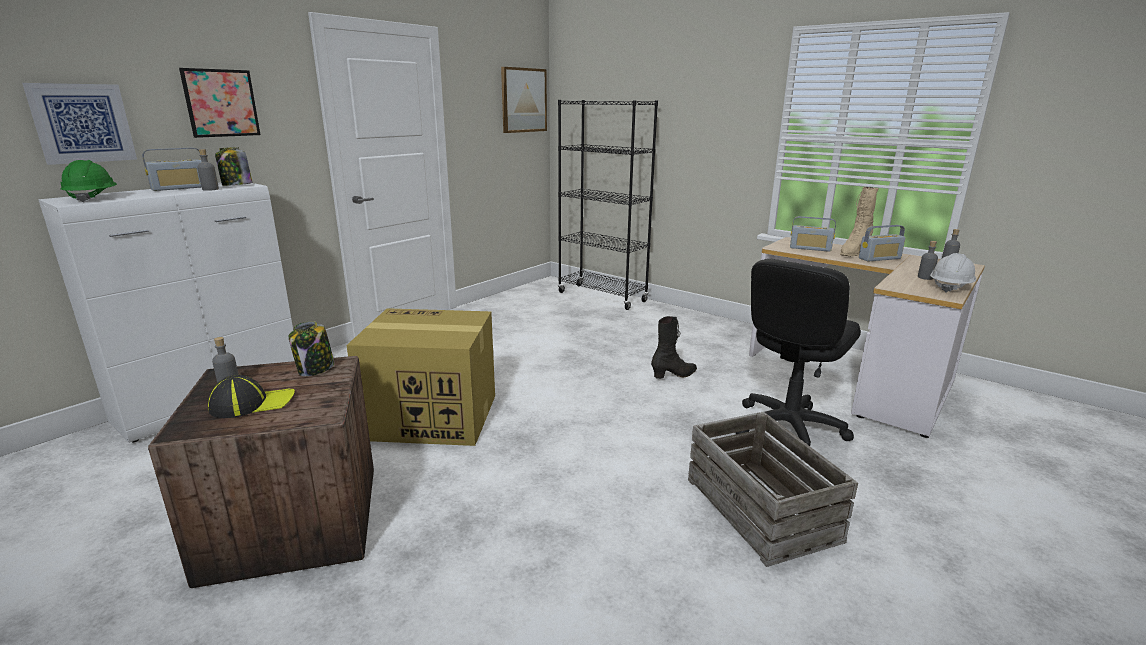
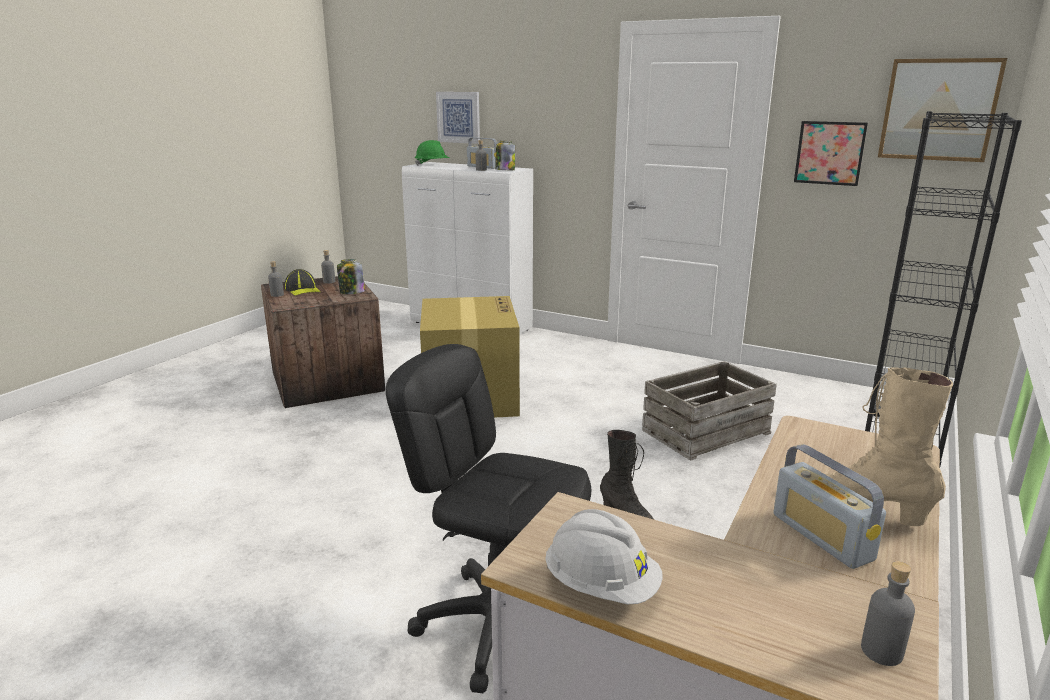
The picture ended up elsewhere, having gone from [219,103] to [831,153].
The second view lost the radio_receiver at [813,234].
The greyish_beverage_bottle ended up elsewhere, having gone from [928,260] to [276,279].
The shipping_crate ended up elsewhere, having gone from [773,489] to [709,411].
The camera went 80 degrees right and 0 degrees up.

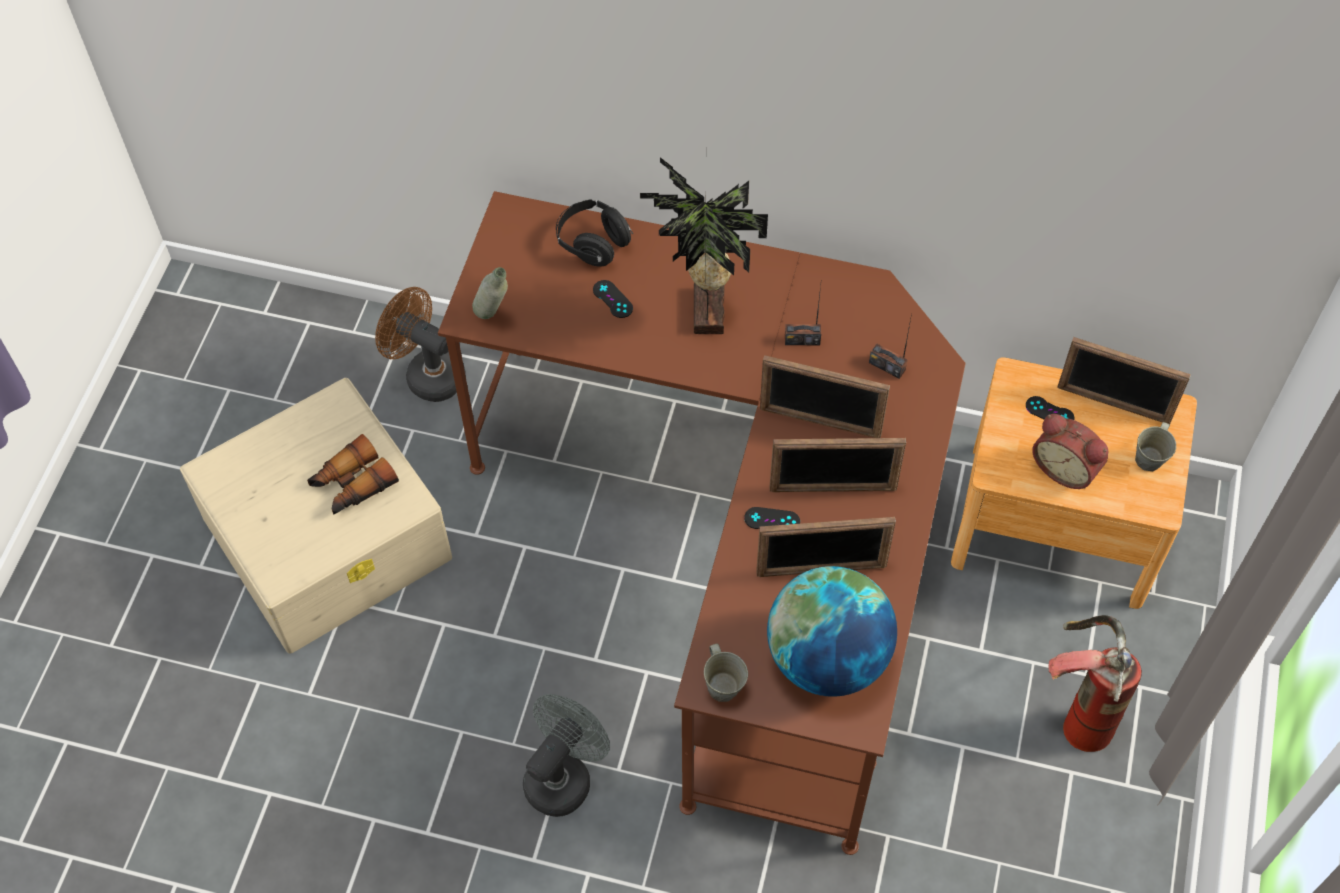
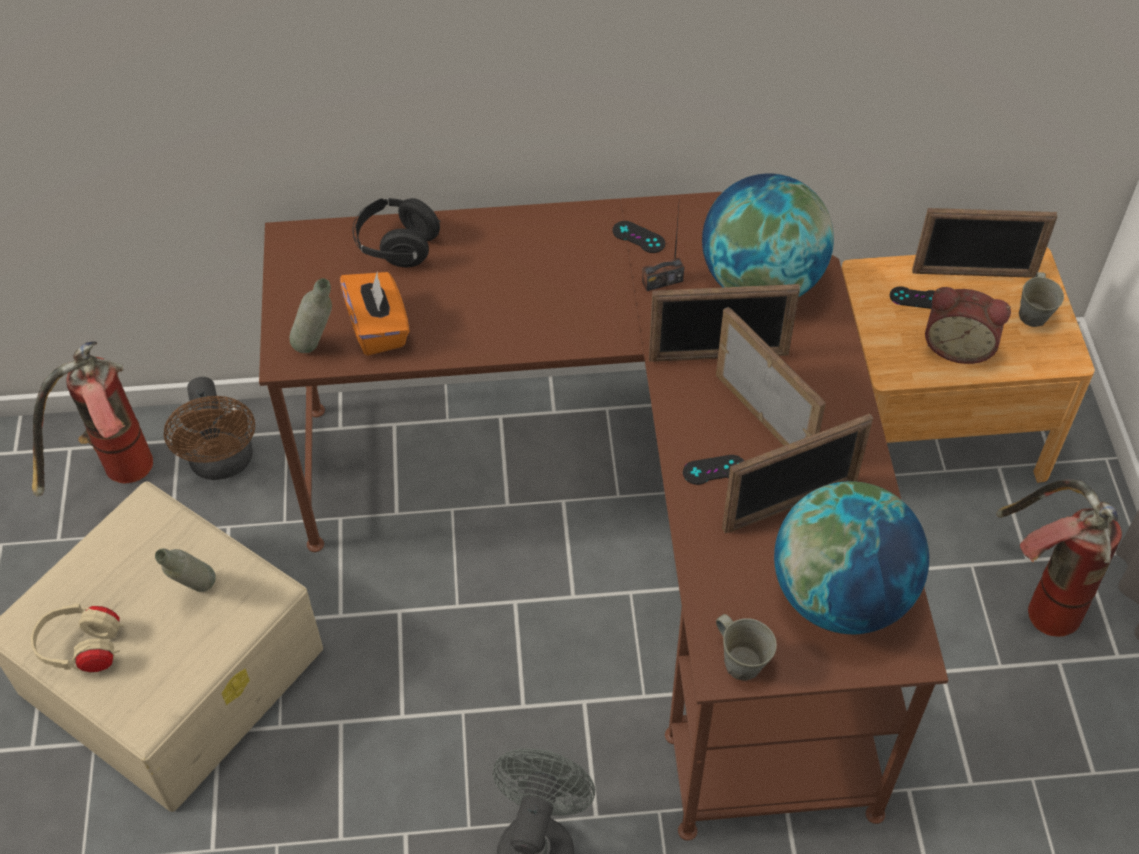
The second view lost the potted_plant at [704,245].
The black_game_controller ended up elsewhere, having gone from [613,299] to [639,237].
The brown_electric_fan at [420,344] ended up facing another way, 120 degrees counterclockwise from before.
Where the radio_receiver stood at [890,346], the desk_globe came to stand at [768,235].
Where the binoculars stood at [353,474], the greyish_beverage_bottle came to stand at [185,570].
The standing_frame at [838,465] ended up facing another way, 105 degrees counterclockwise from before.
The second view gained the orange_tissue_box at [374,314].
The second view gained the fire_extinguisher at [92,418].
The second view gained the beige_headset at [77,638].
The camera went 20 degrees left and 5 degrees down.

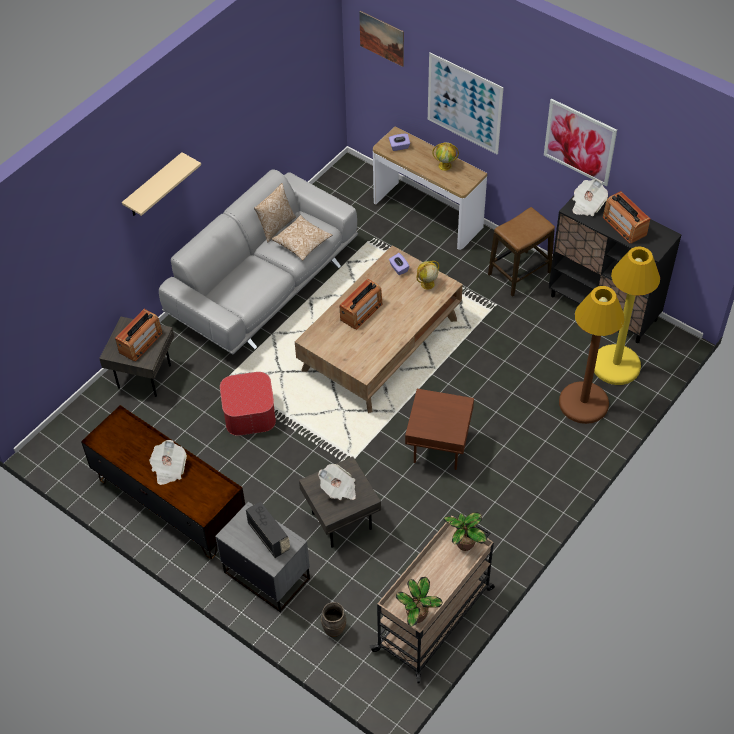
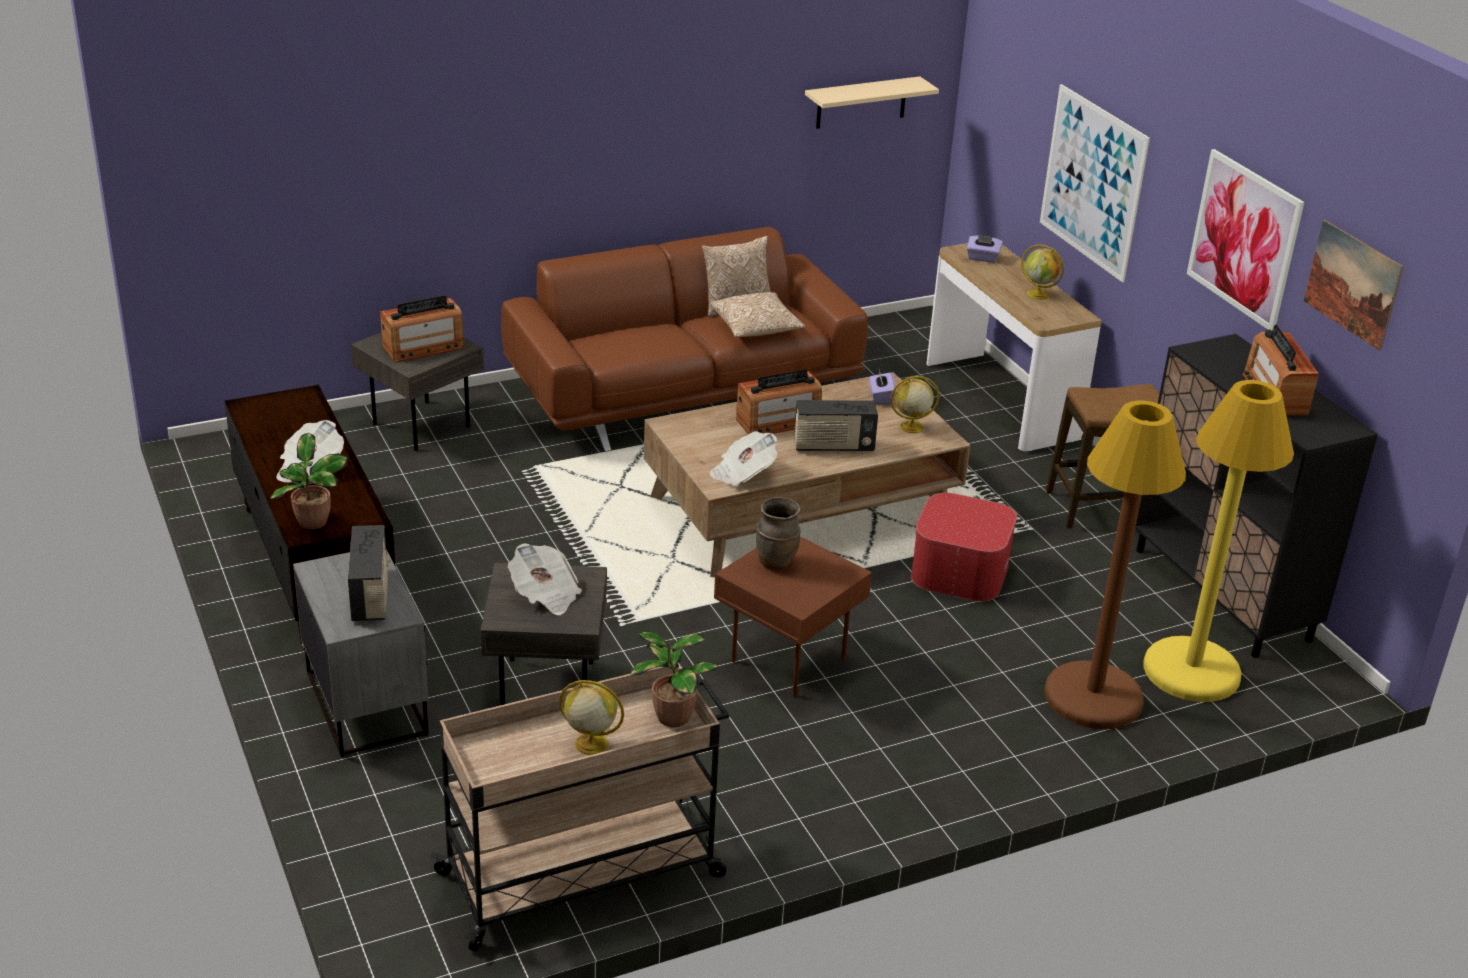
The picture ended up elsewhere, having gone from [381,39] to [1354,285].
The beige_wall_shelf ended up elsewhere, having gone from [161,184] to [872,102].
What was the greyish_settee at [258,262] turned into the brown_settee at [684,339].
The newspaper ended up elsewhere, having gone from [590,197] to [743,459].
The pouffe ended up elsewhere, having gone from [248,404] to [964,547].
The potted_plant ended up elsewhere, having gone from [419,602] to [309,481].
The brown_vase ended up elsewhere, having gone from [333,619] to [778,533].
The second view gained the radio_receiver at [836,426].
The second view gained the desk_globe at [591,717].
The camera went 25 degrees right and 20 degrees down.

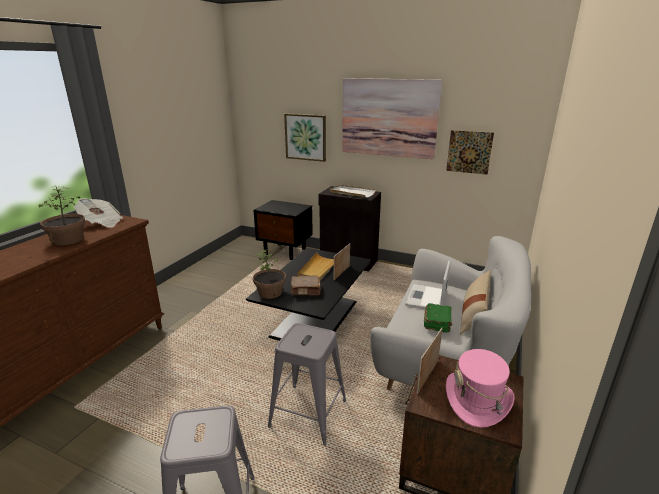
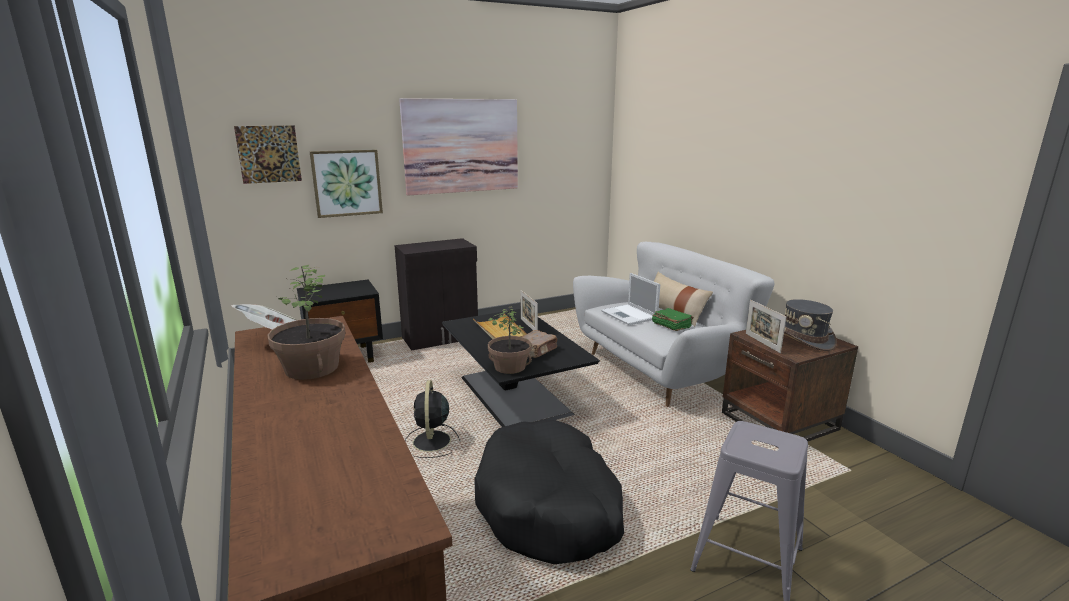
The picture ended up elsewhere, having gone from [470,152] to [268,155].
The second view lost the white_tray at [353,191].
The second view lost the greyish_stool at [307,384].
What was the pink_wearable_hat at [480,388] turned into the greyish_wearable_hat at [810,325].
The second view gained the black_electric_fan at [432,419].
The second view gained the black_dog_bed at [549,491].
The camera went 50 degrees left and 5 degrees down.

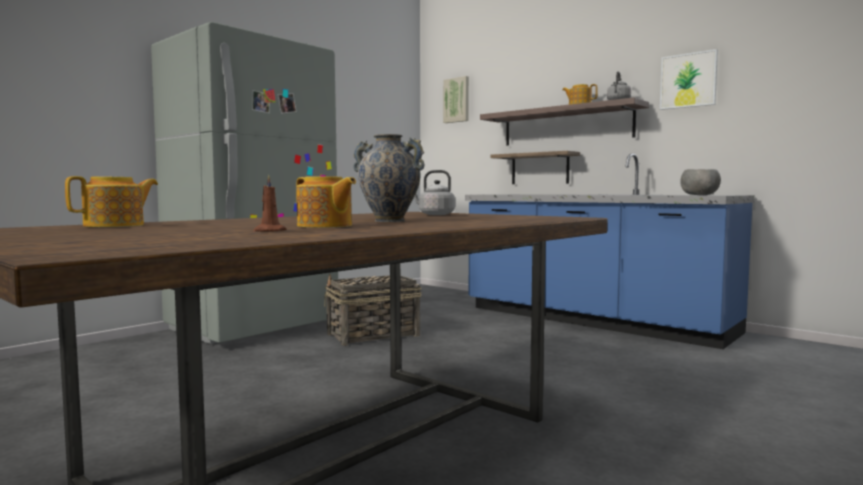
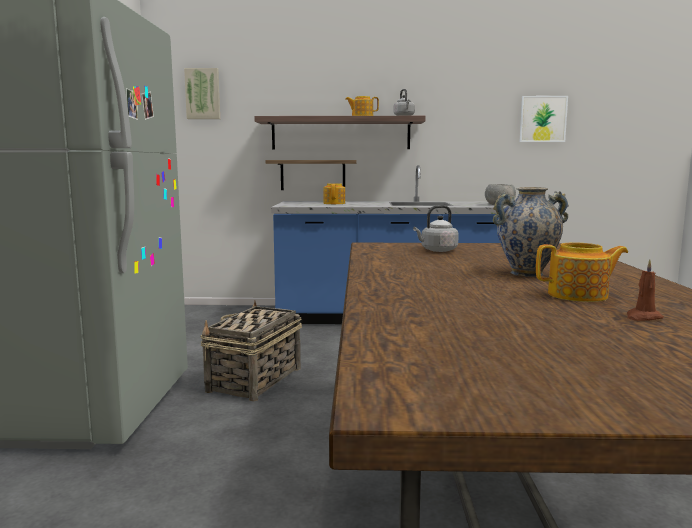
The picture ended up elsewhere, having gone from [689,79] to [544,119].
The pot_for_tea ended up elsewhere, having gone from [111,201] to [334,193].
The camera went 40 degrees left and 5 degrees up.

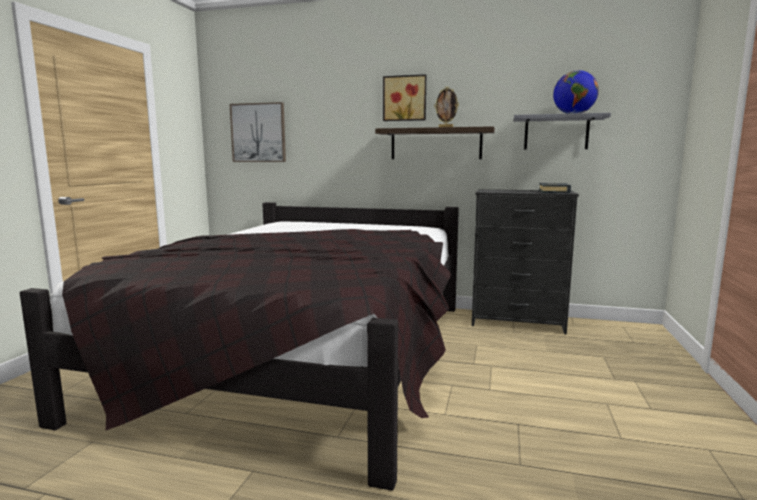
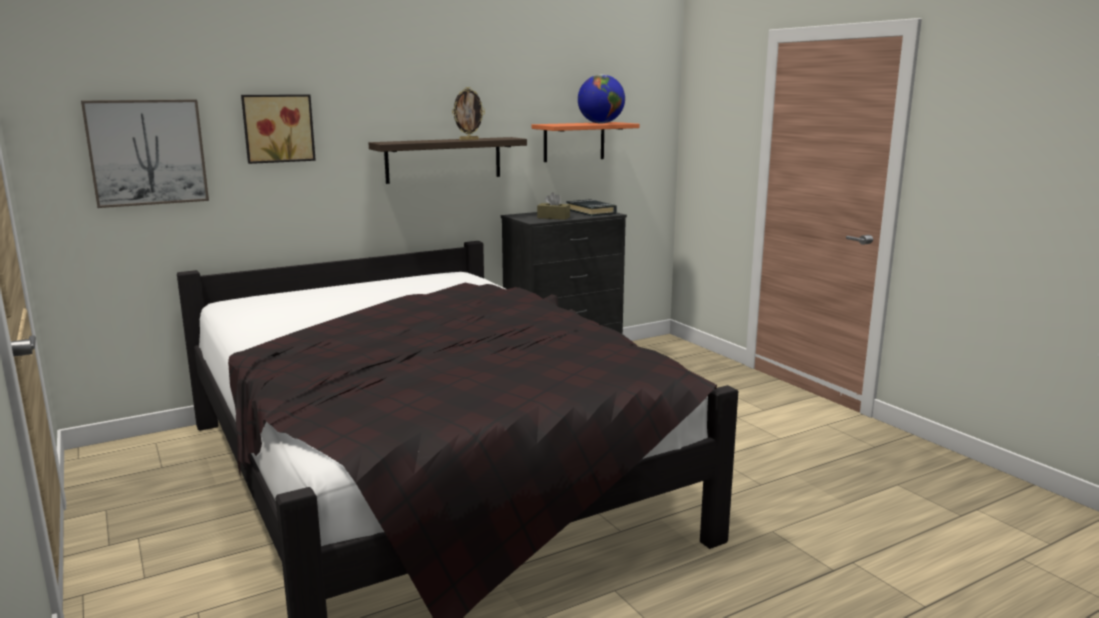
The picture ended up elsewhere, having gone from [404,97] to [278,129].
What was the greyish_wall_shelf at [562,131] turned into the orange_wall_shelf at [585,142].
The second view gained the brown_tissue_box at [553,206].
The camera went 45 degrees left and 5 degrees up.

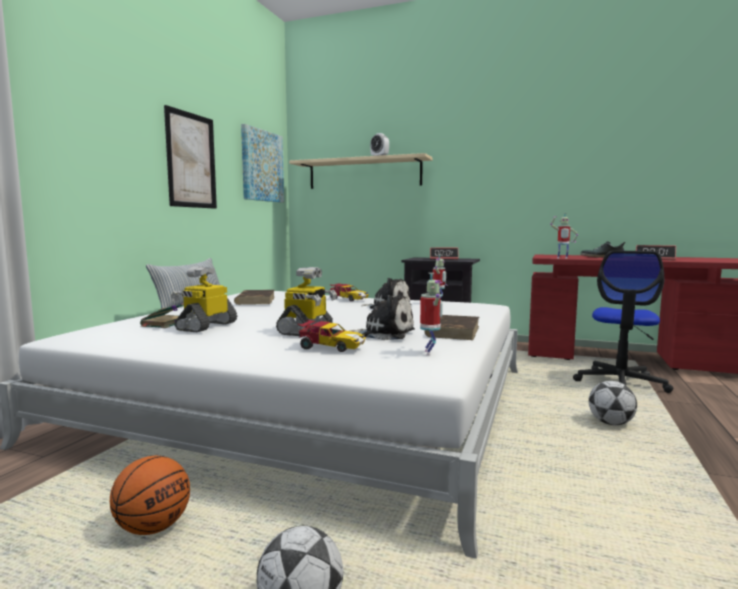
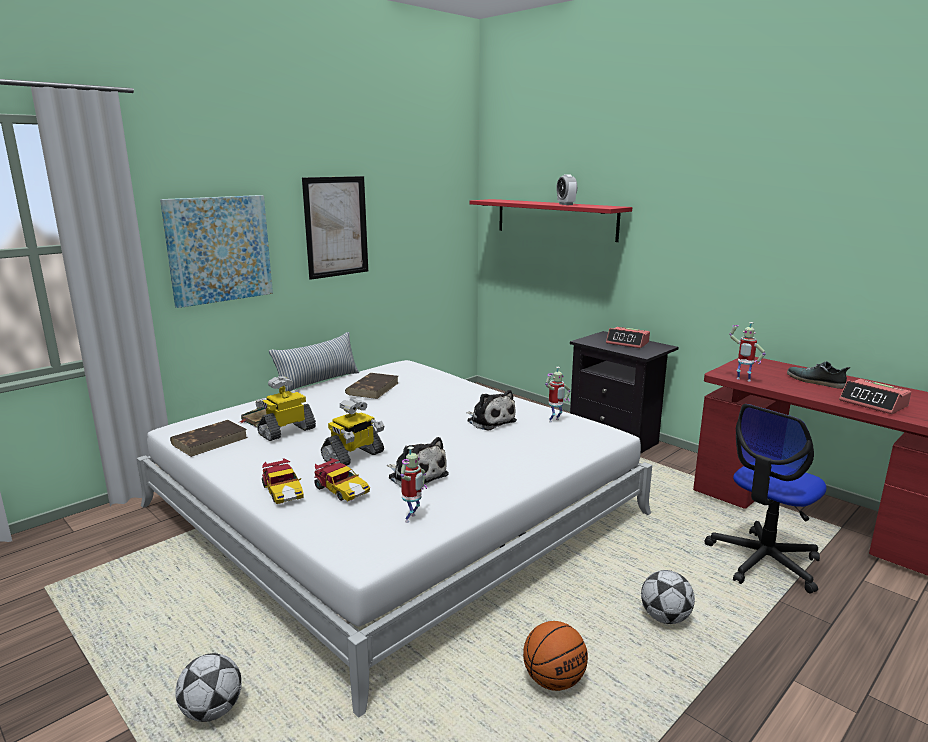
The picture ended up elsewhere, having gone from [262,163] to [216,251].
What was the beige_wall_shelf at [361,171] turned into the reddish_wall_shelf at [551,220].
The model_car ended up elsewhere, having gone from [349,292] to [283,481].
The brown_book ended up elsewhere, having gone from [452,327] to [208,438].
The basketball_ball ended up elsewhere, having gone from [150,495] to [555,656].
The camera went 25 degrees right and 10 degrees up.

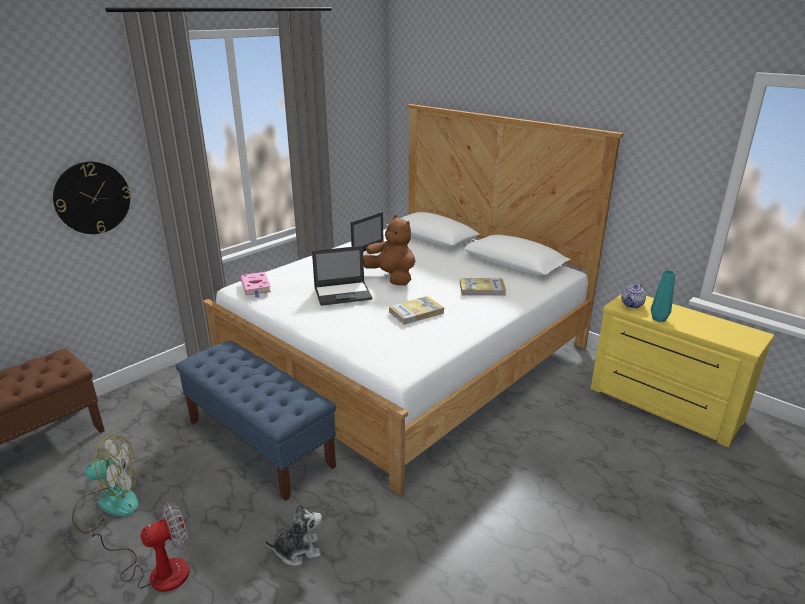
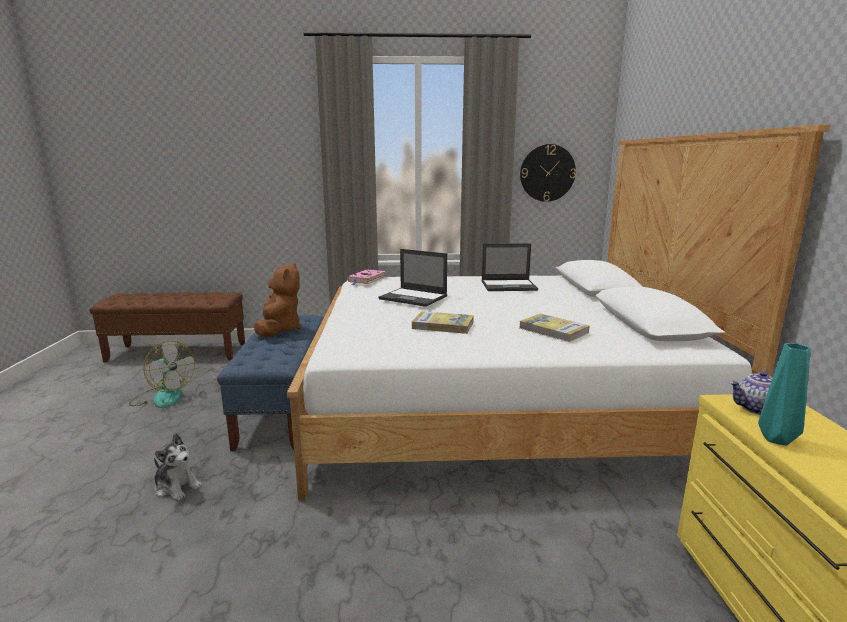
The wall_clock ended up elsewhere, having gone from [92,197] to [548,173].
The brown_soft_toy ended up elsewhere, having gone from [389,250] to [277,300].
The second view lost the electric_fan at [139,547].
The camera went 45 degrees right and 10 degrees down.

